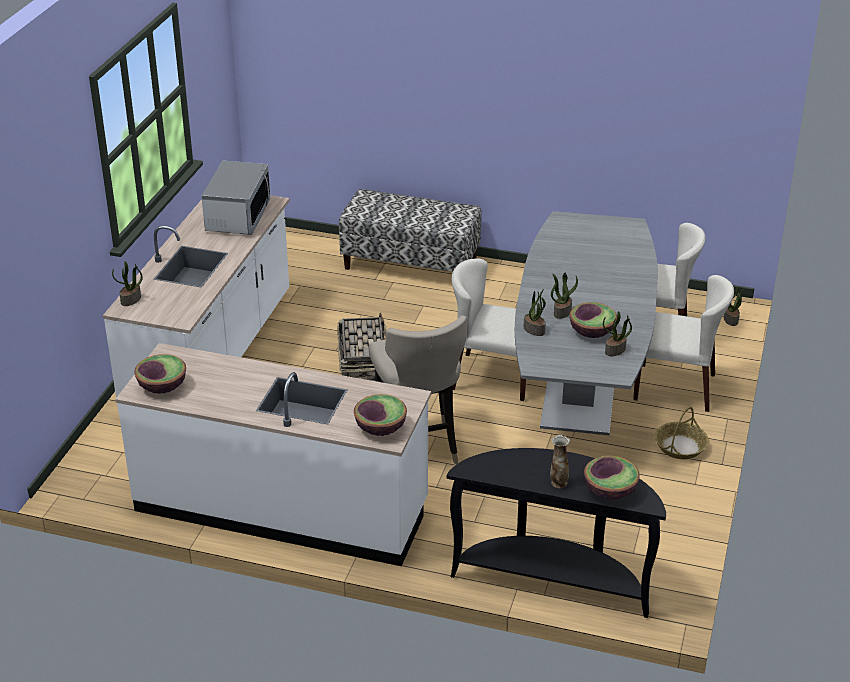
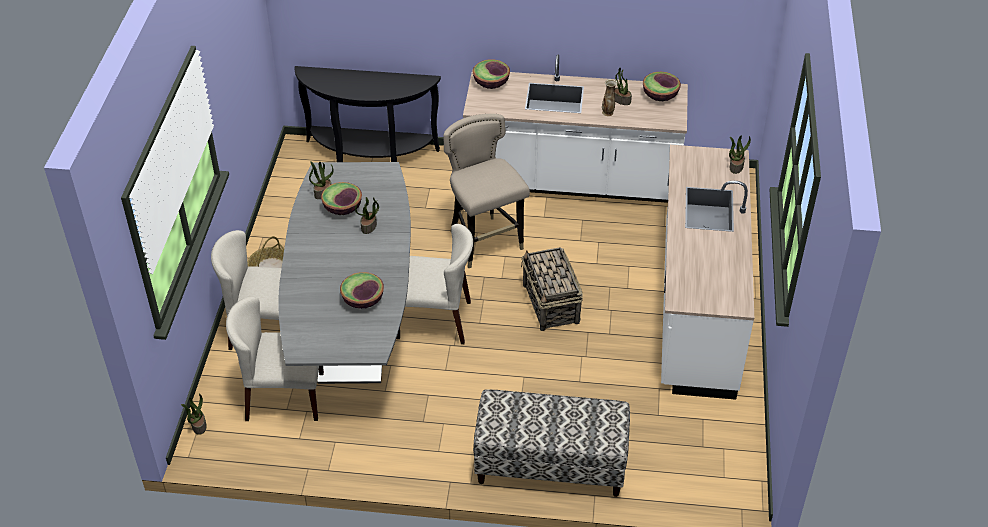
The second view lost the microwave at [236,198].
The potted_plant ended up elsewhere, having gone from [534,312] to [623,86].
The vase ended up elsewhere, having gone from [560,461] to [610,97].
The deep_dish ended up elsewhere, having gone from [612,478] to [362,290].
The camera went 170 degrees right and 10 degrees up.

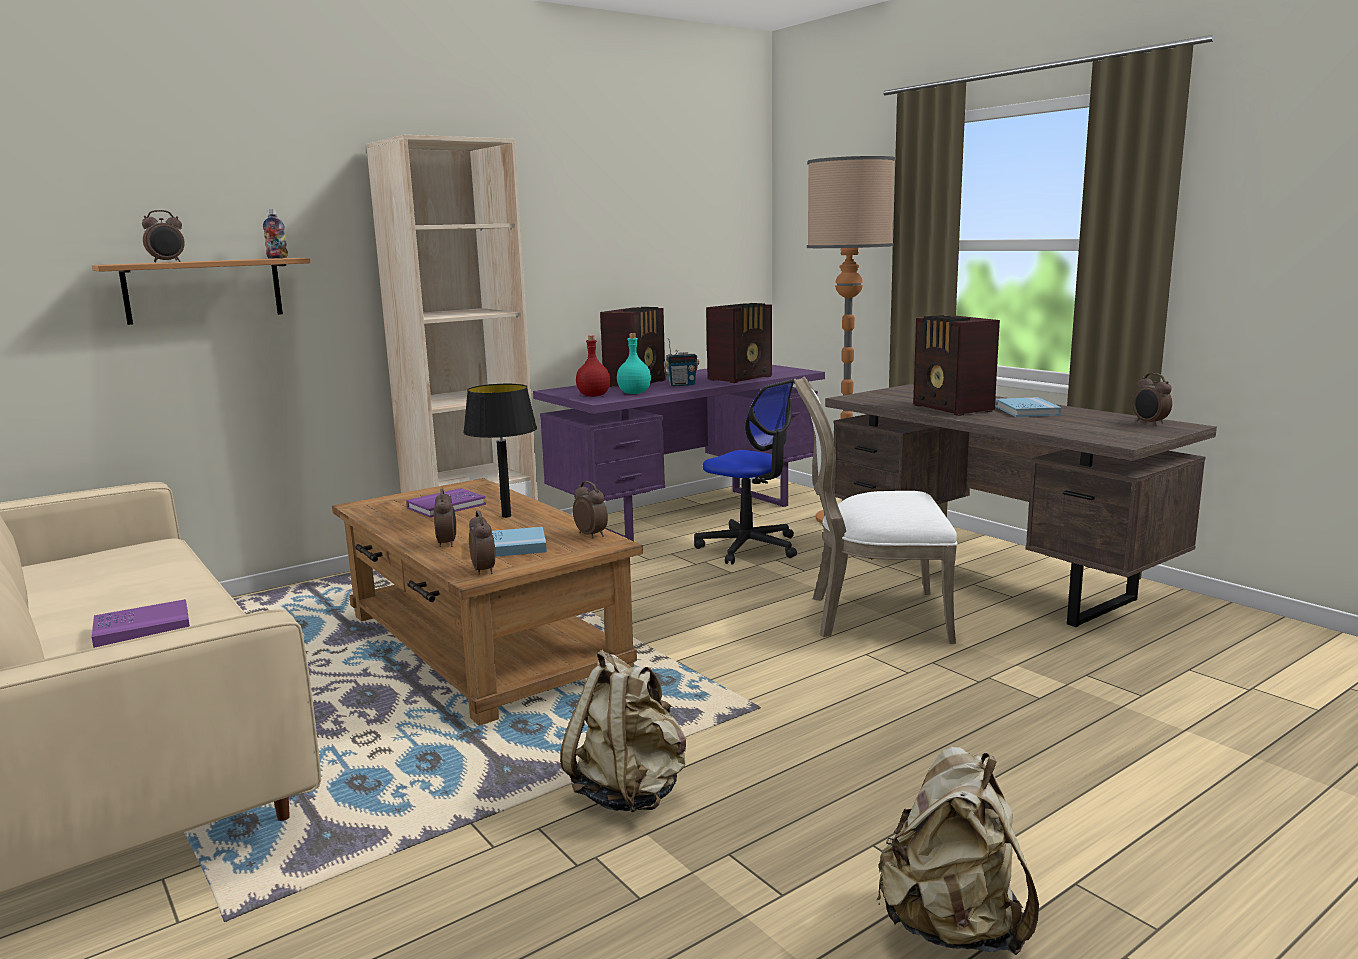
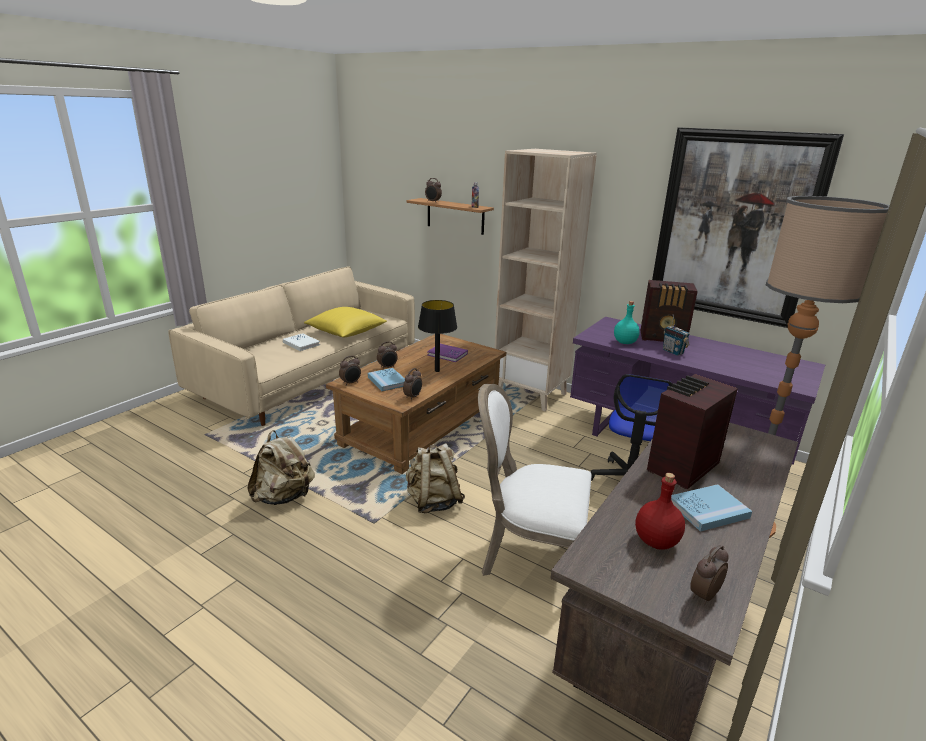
The second view lost the radio_receiver at [739,343].
The reddish_beverage_bottle ended up elsewhere, having gone from [593,366] to [660,511].
The white_chair at [875,510] ended up facing another way, 60 degrees counterclockwise from before.
What was the purple_book at [141,623] turned into the white_book at [301,342].
The beige_rucksack ended up elsewhere, having gone from [957,851] to [435,478].
The second view gained the picture at [748,228].
The second view gained the yellowish_cushion at [345,322].
The camera went 70 degrees right and 10 degrees up.

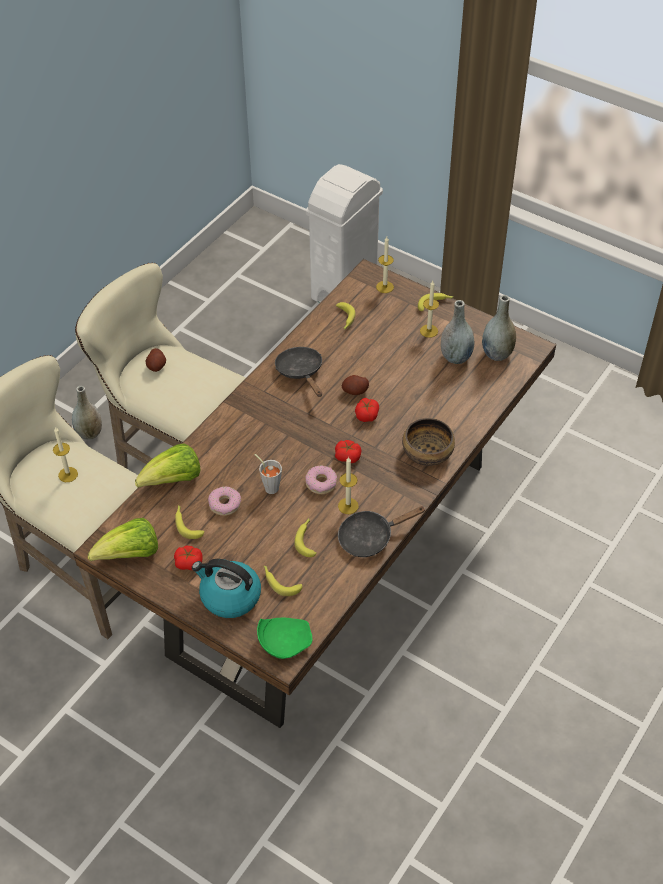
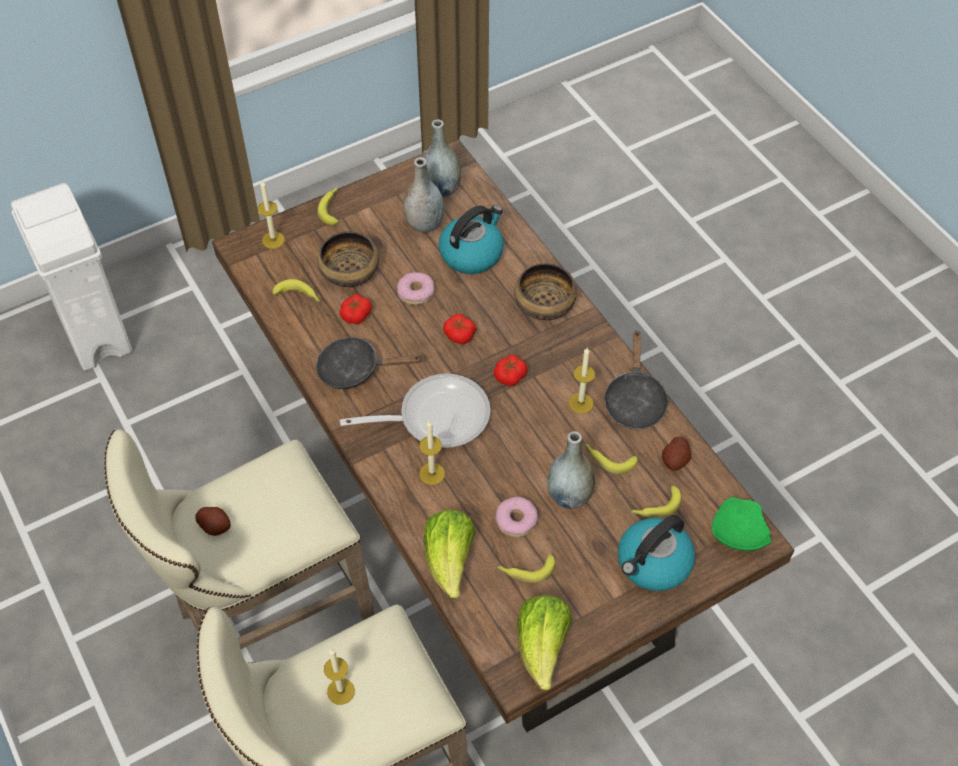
The candle ended up elsewhere, having gone from [429,309] to [432,453].
The spud ended up elsewhere, having gone from [355,385] to [676,454].
The greyish_vase ended up elsewhere, having gone from [87,413] to [571,470].
The second view lost the greyish_small_cup at [268,474].
The donut ended up elsewhere, having gone from [321,479] to [415,288].
The whole_tomato ended up elsewhere, having gone from [188,558] to [355,309].
The second view gained the water_kettle at [471,239].
The second view gained the deep_dish at [348,259].
The second view gained the pan at [415,411].
The camera went 65 degrees left and 5 degrees up.

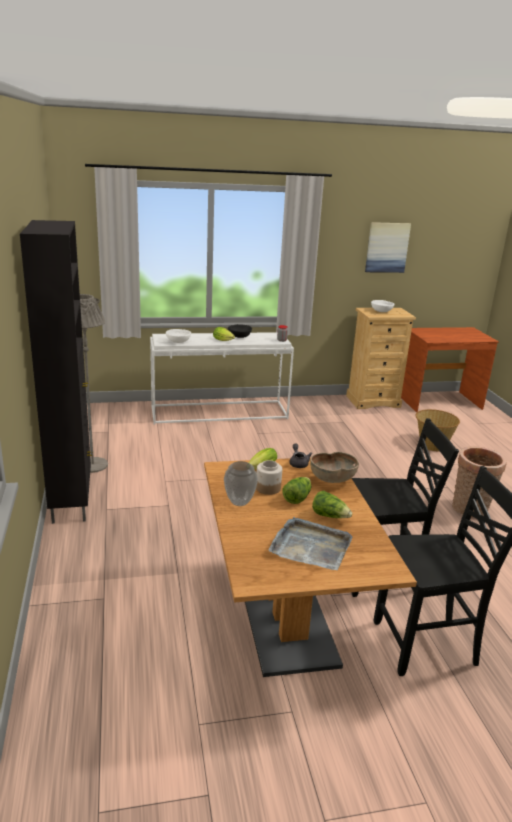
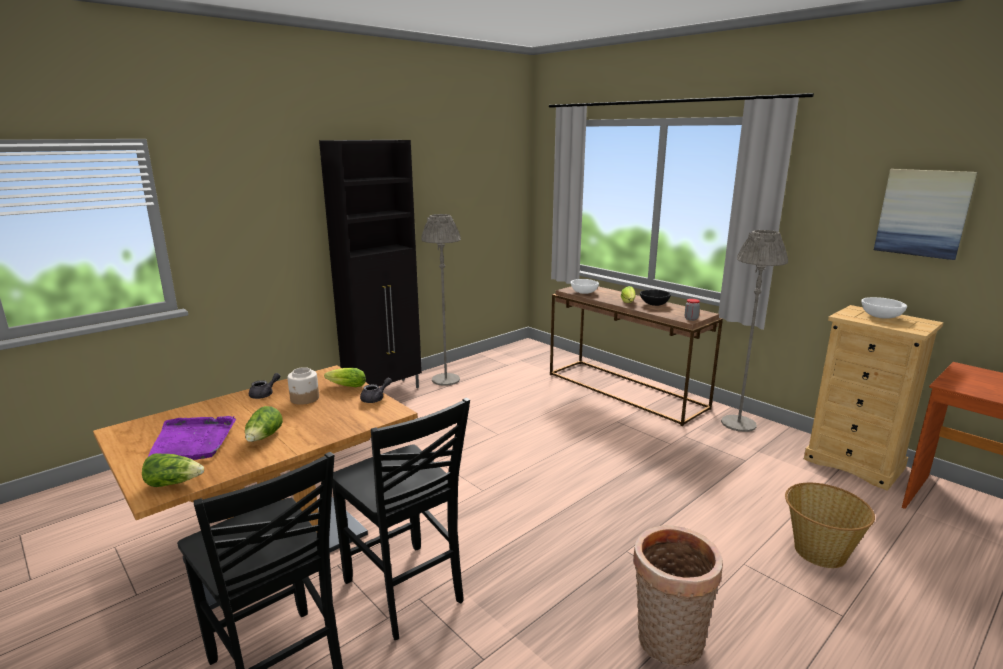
What was the white_console_table at [222,378] turned into the brown_console_table at [636,356].
The second view lost the brown_deep_dish at [334,467].
Where the vase stood at [241,483], the greyish_pot_for_tea came to stand at [265,386].
The lettuce ended up elsewhere, having gone from [297,490] to [173,470].
What was the greyish_tray at [311,543] turned into the purple_tray at [191,438].
The second view gained the greyish_standing_lamp at [754,331].
The camera went 60 degrees right and 5 degrees down.

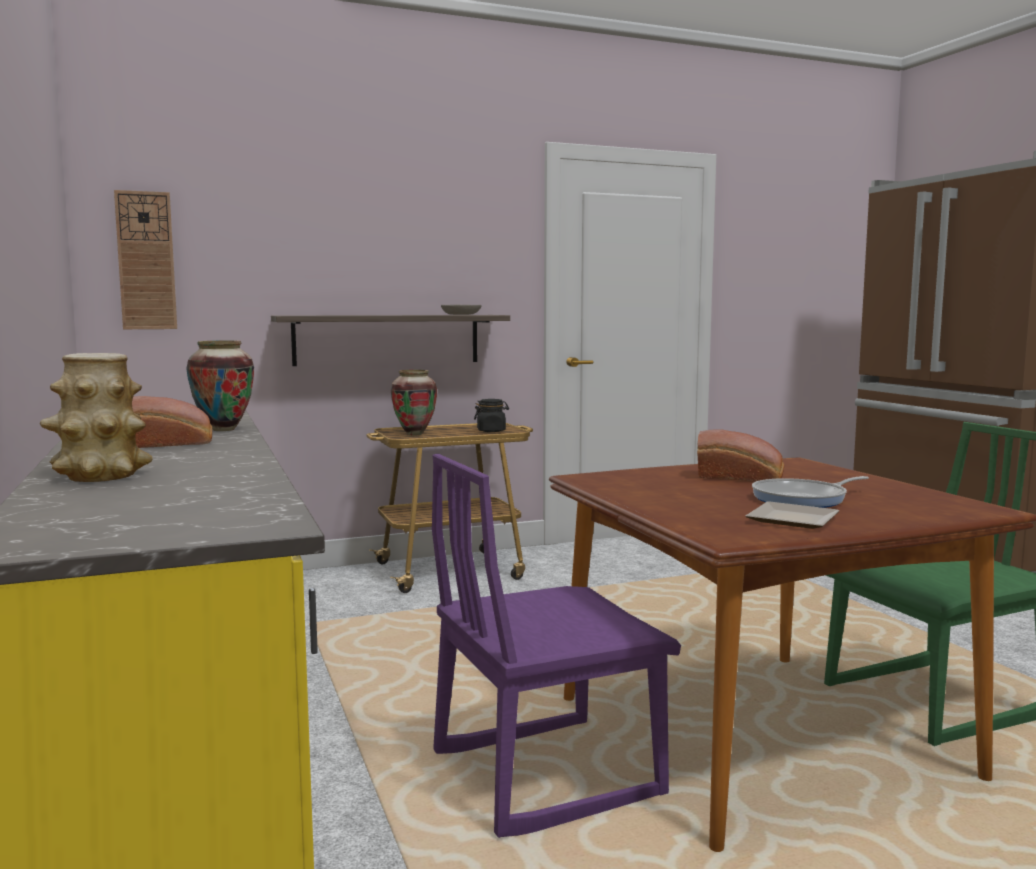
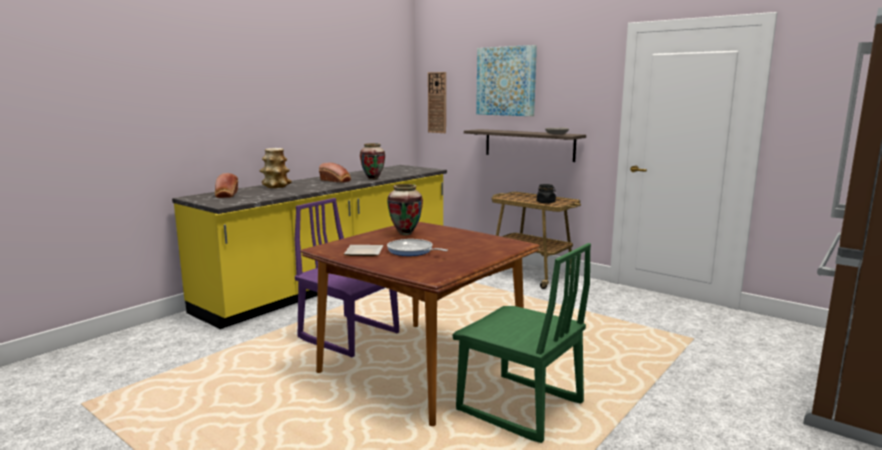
The vase ended up elsewhere, having gone from [414,402] to [405,209].
The bread ended up elsewhere, having gone from [740,455] to [226,185].
The second view gained the picture at [506,80].
The camera went 60 degrees right and 5 degrees up.

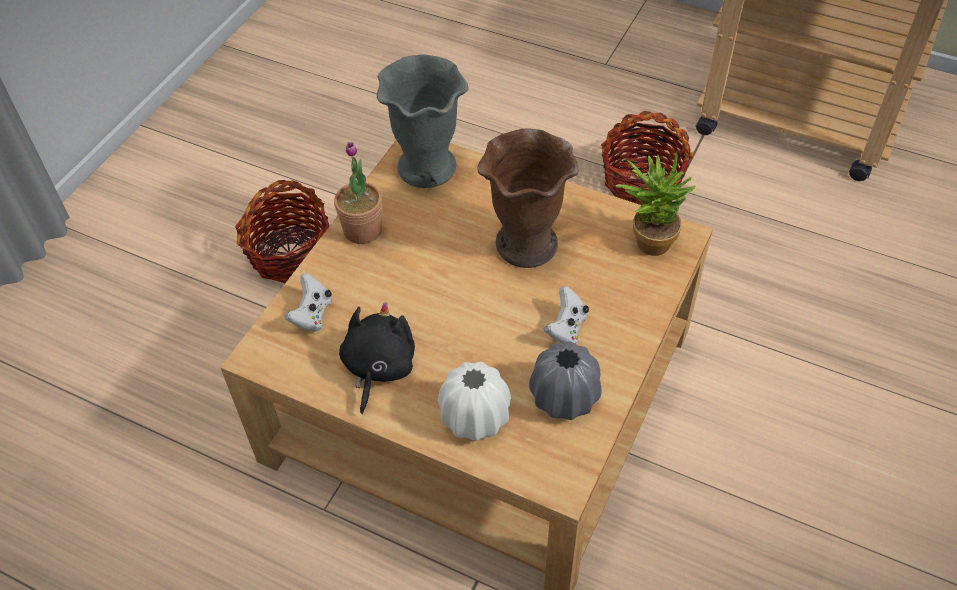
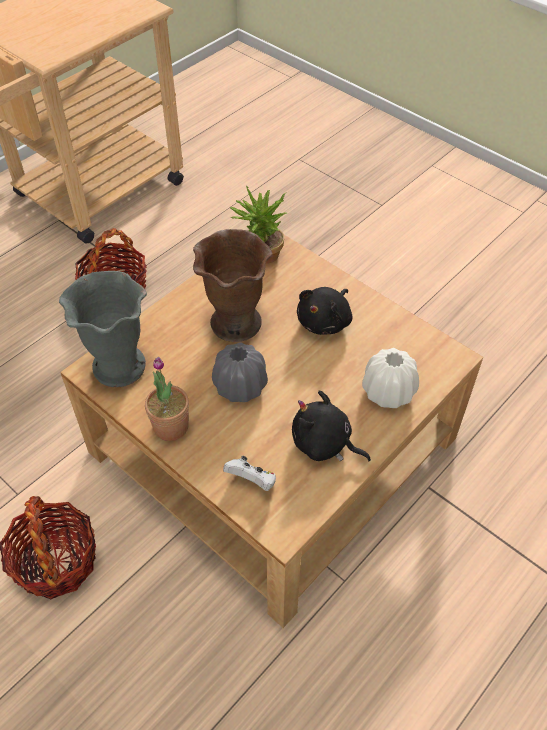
Where the white_game_controller stood at [566,315], the black_soft_toy came to stand at [325,311].
The greyish_vase ended up elsewhere, having gone from [565,381] to [240,372].
The camera went 75 degrees left and 0 degrees up.

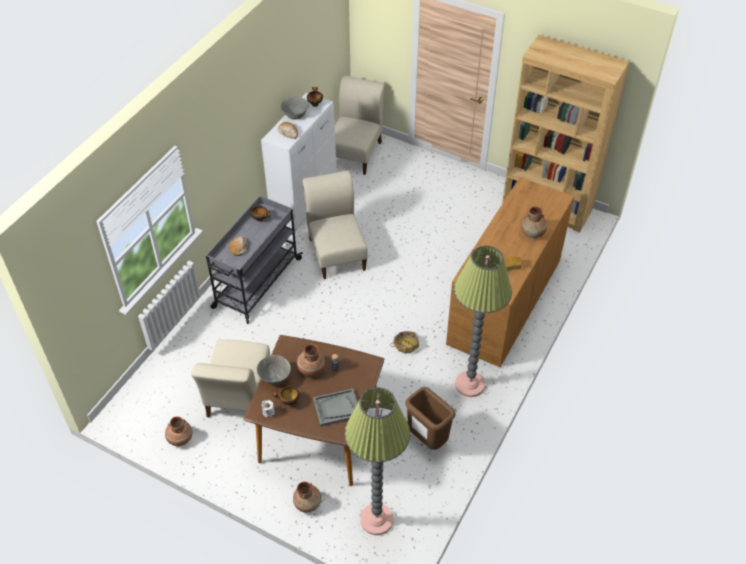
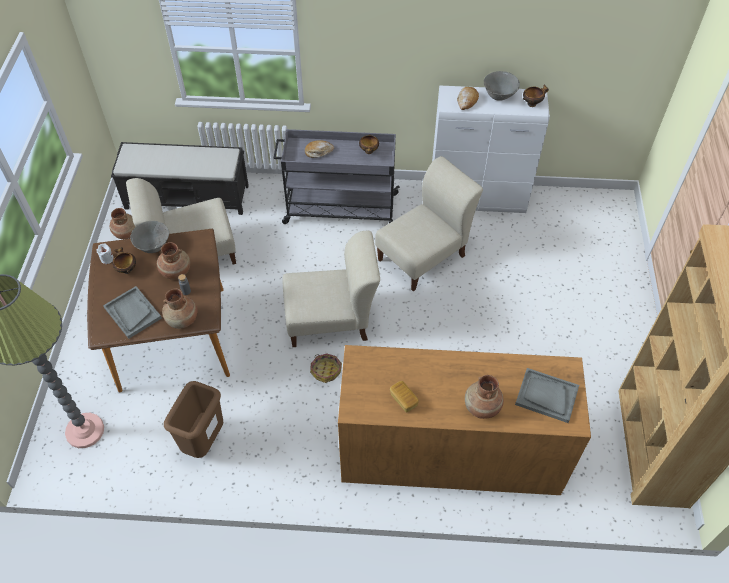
The beige_chair ended up elsewhere, having gone from [360,125] to [331,289].
The second view lost the standing_lamp at [483,321].
The brown_vase ended up elsewhere, having gone from [307,497] to [180,308].
The second view gained the black_bench at [180,178].
The second view gained the greyish_tray at [547,395].
The camera went 65 degrees right and 5 degrees up.

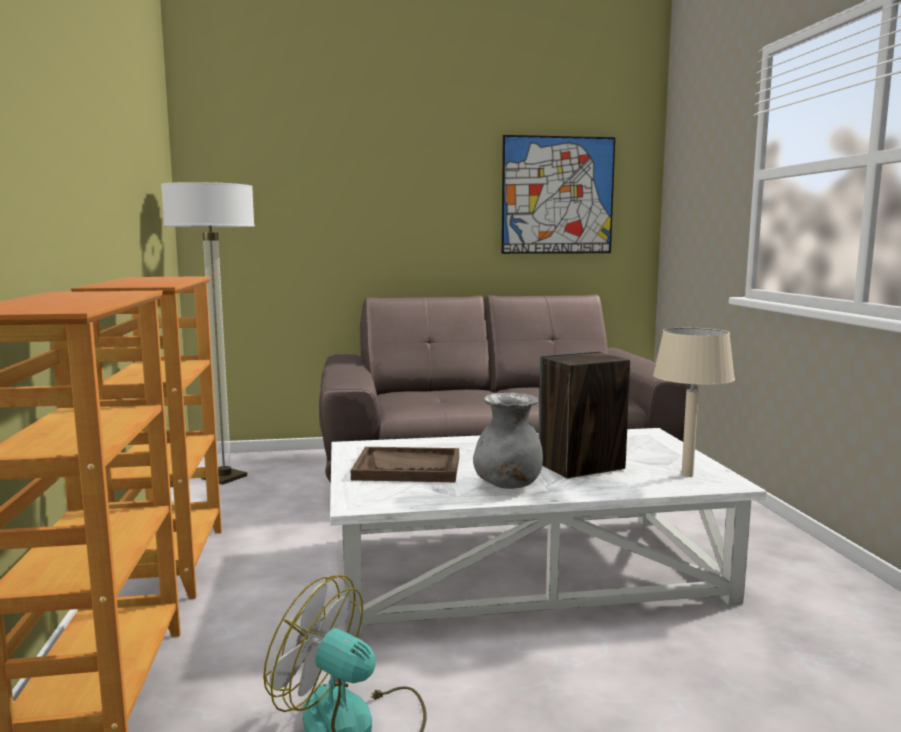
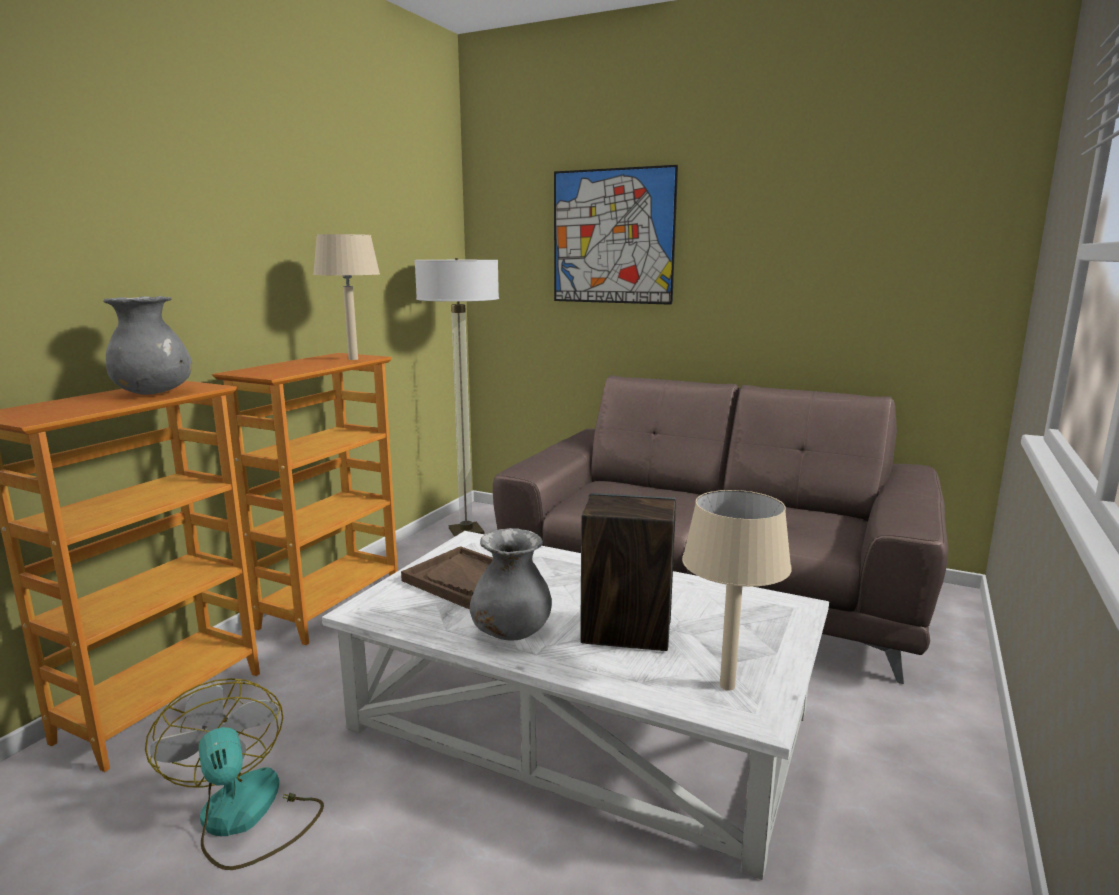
The picture ended up elsewhere, having gone from [558,194] to [616,235].
The second view gained the beige_lamp_for_a_table at [346,297].
The second view gained the greyish_vase at [147,345].
The camera went 35 degrees right and 5 degrees up.

